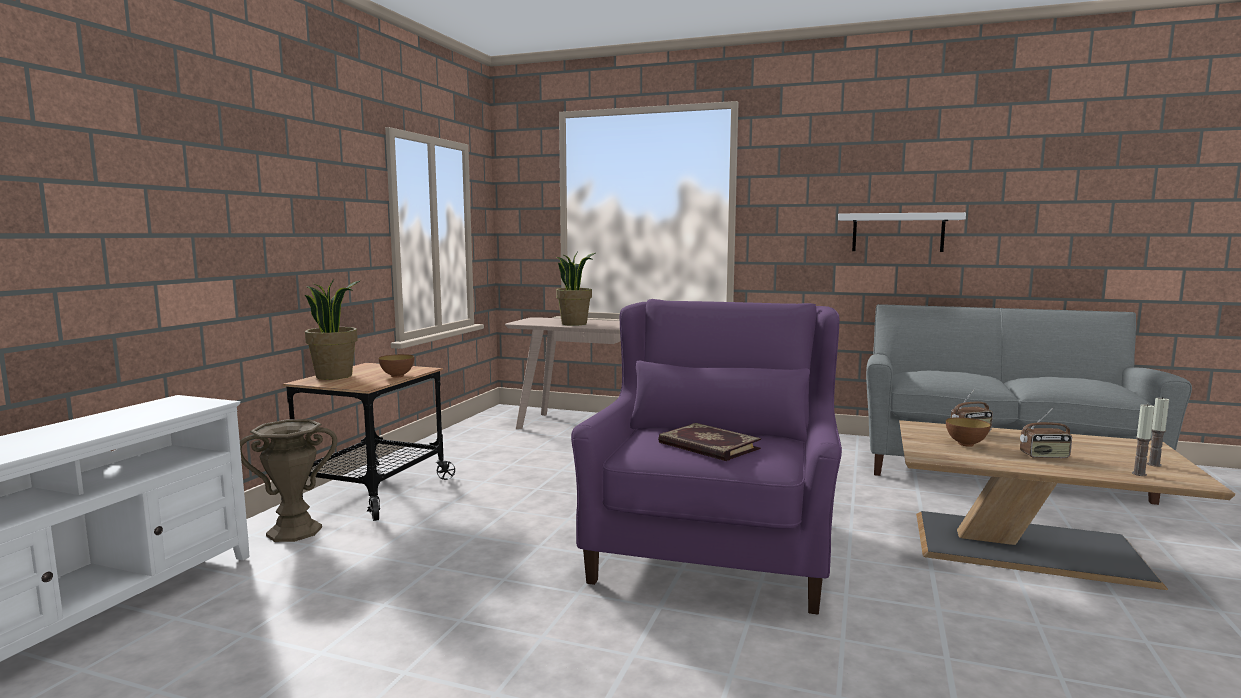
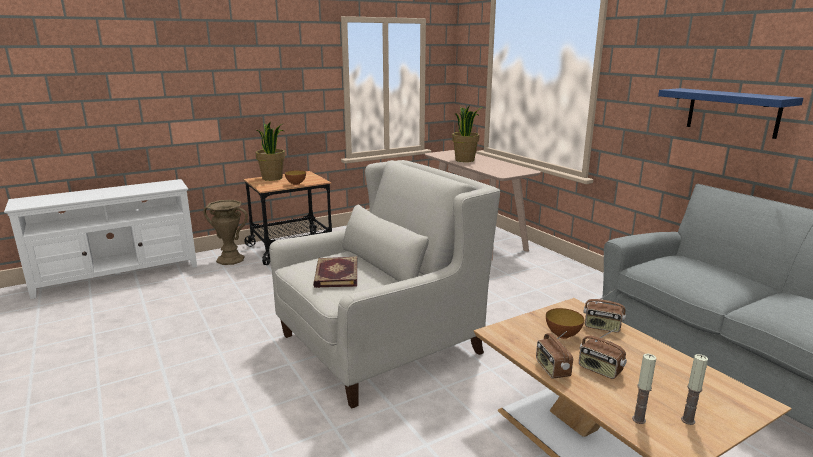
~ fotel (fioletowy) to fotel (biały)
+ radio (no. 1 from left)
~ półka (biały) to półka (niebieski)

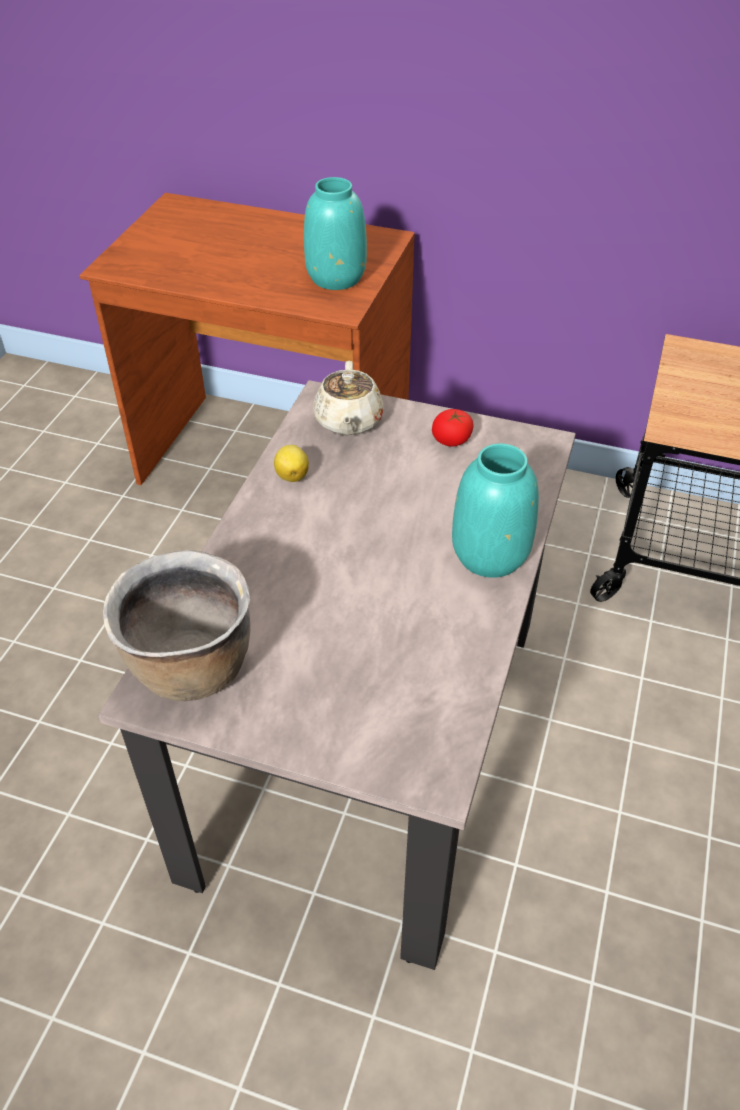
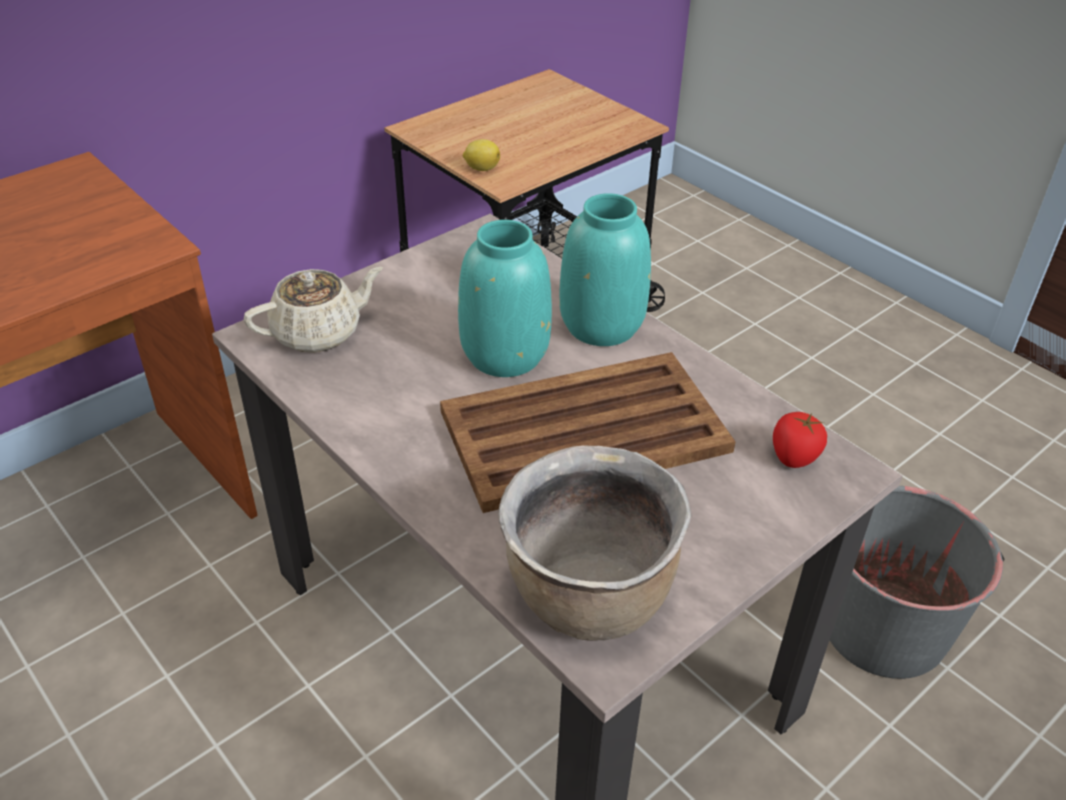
~ imbryk (beżowy) 60 degrees counterclockwise
+ taca (brązowy)
~ wazon (turkusowy) (no. 1 from left)
~ cytryna
~ pomidor
+ wiadro (szary)

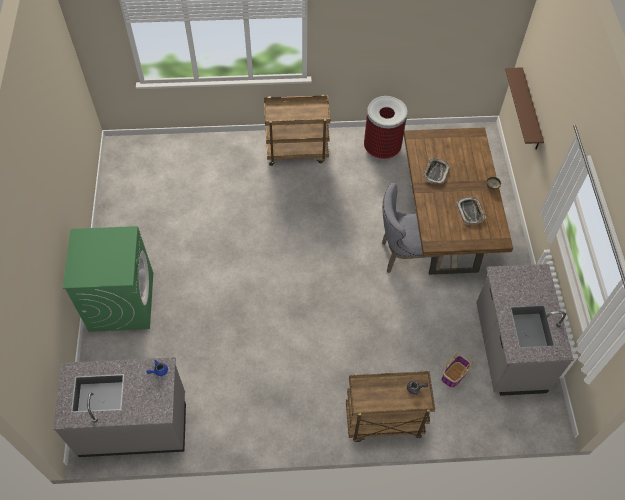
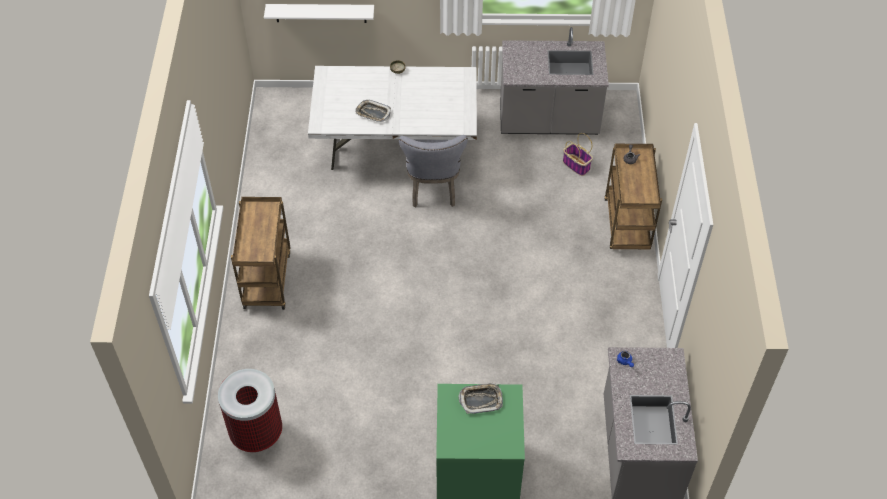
~ kosz na śmieci
~ półka (brązowy) to półka (biały)
~ stół jadalny (brązowy) to stół jadalny (biały)
~ taca (no. 2 from left)

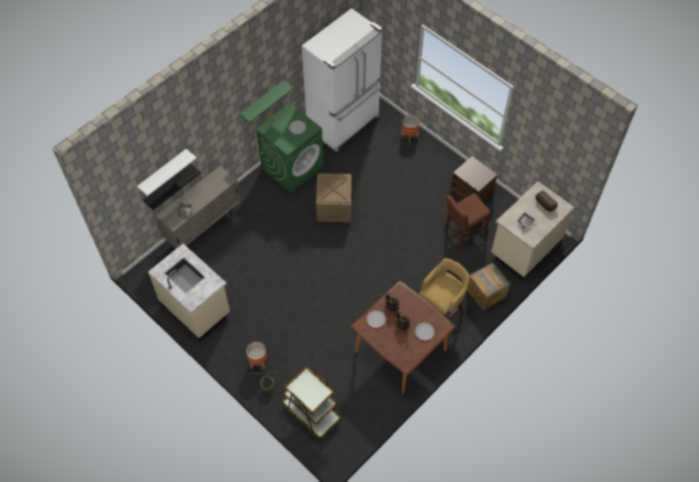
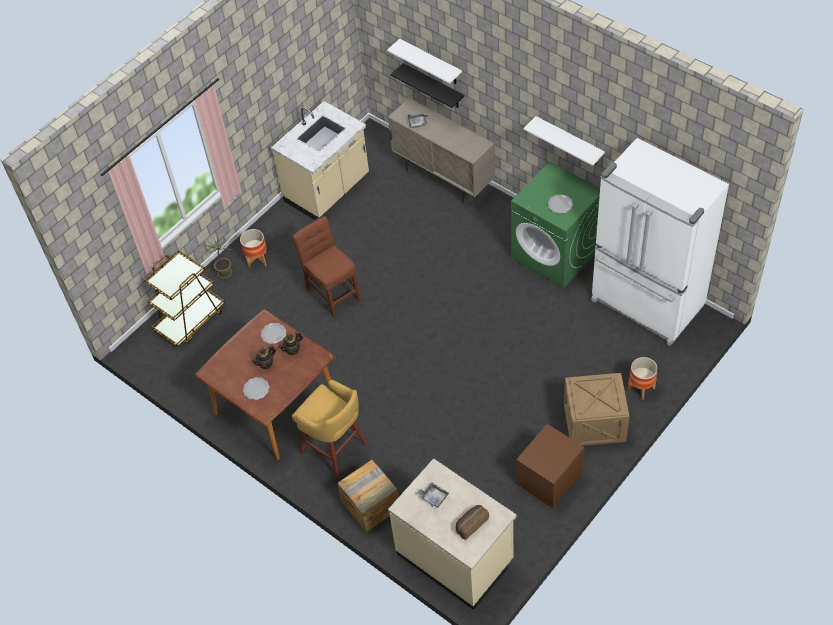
~ krzesło (brązowy)
~ półka (zielony) to półka (biały) (no. 2 from left)
~ skrzynka (no. 1 from left in the first image) to skrzynka (no. 2 from left)

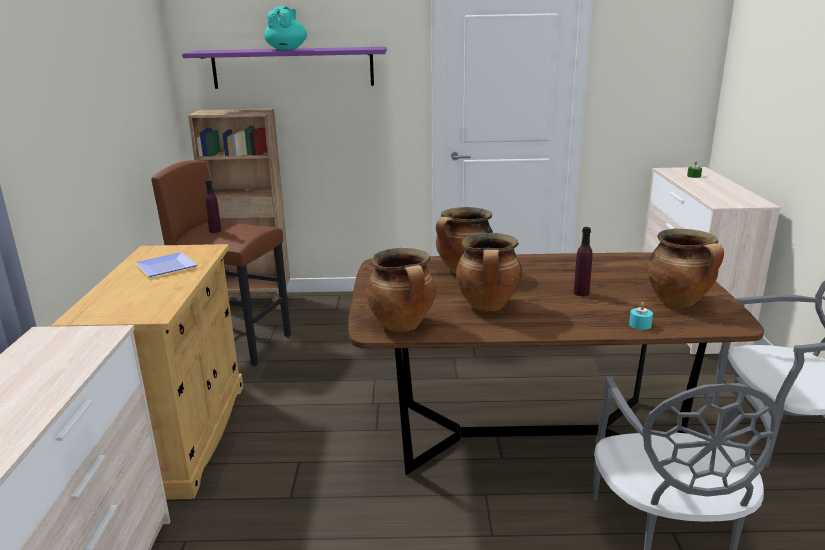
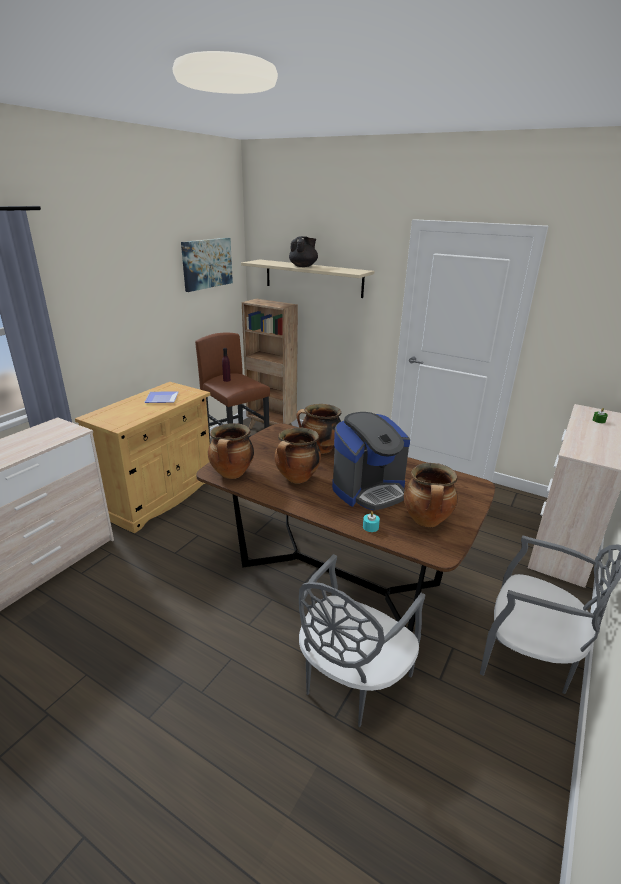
+ obraz
~ półka (fioletowy) to półka (beżowy)
~ imbryk (turkusowy) to imbryk (czarny)
~ butelka (fioletowy) (no. 2 from left) to ekspres do kawy

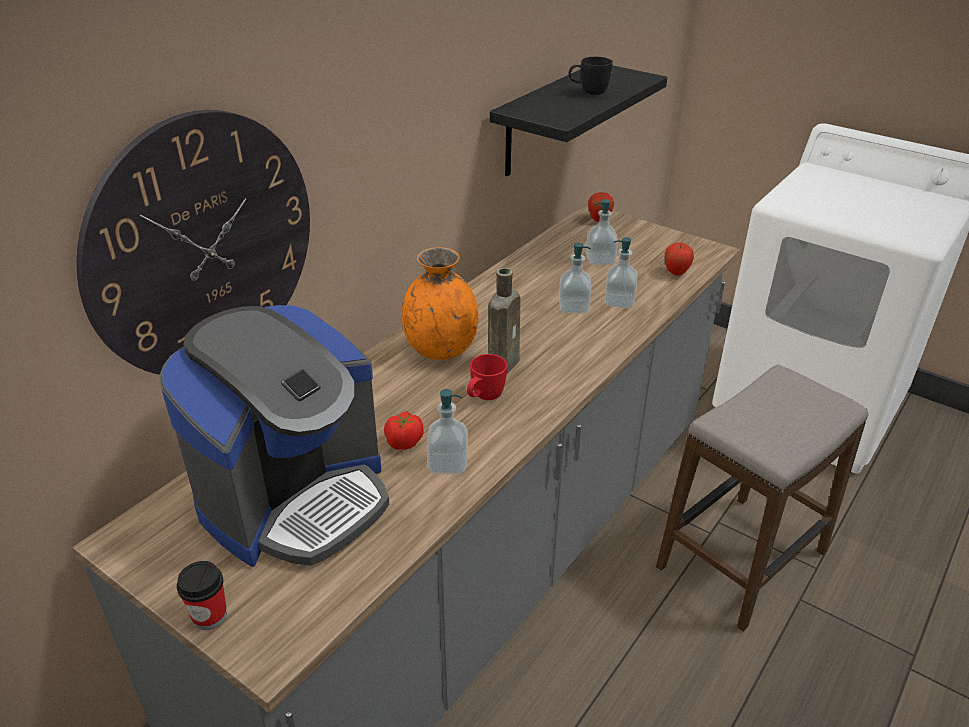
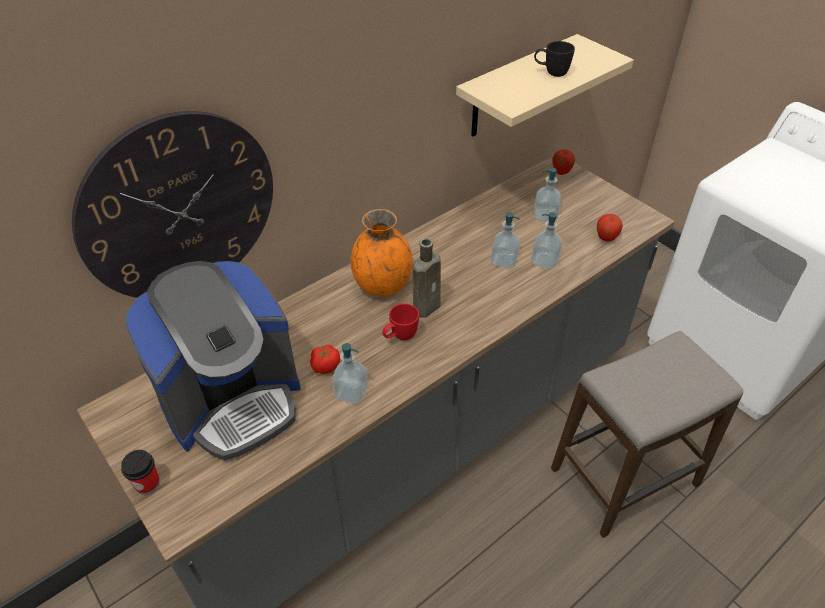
~ półka (czarny) to półka (beżowy)

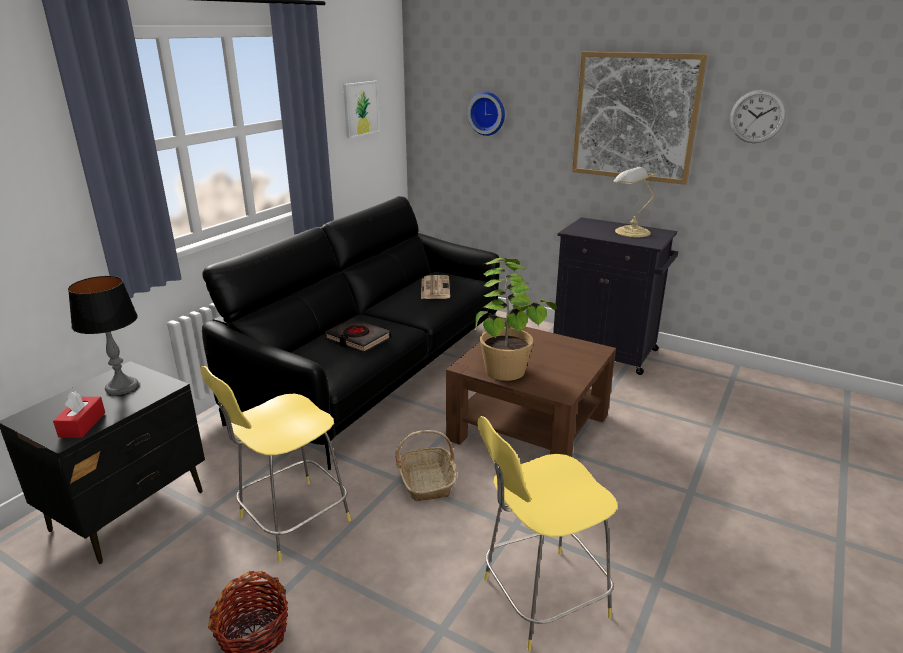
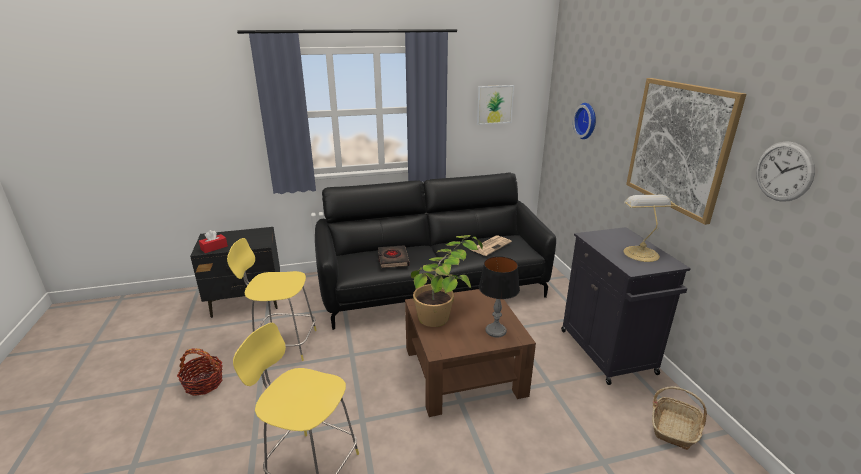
~ lampa stołowa (no. 1 from left)
~ koszyk (no. 2 from left)

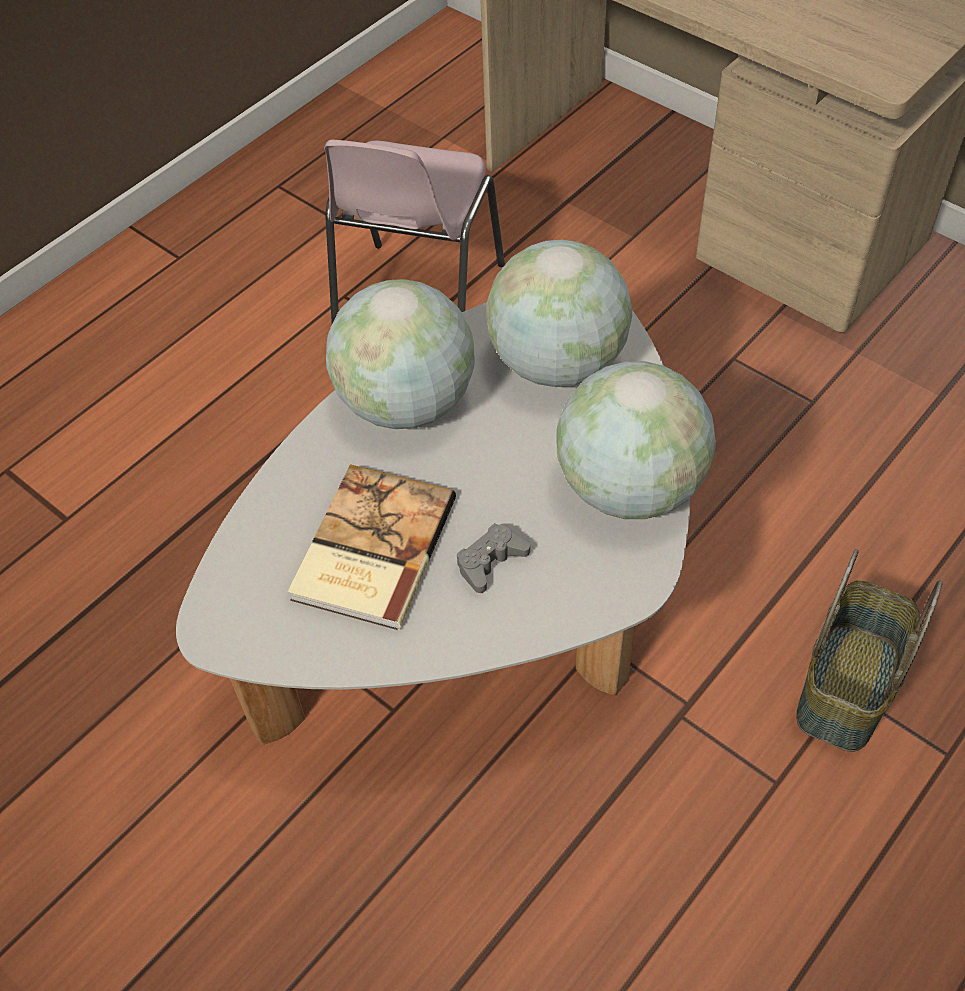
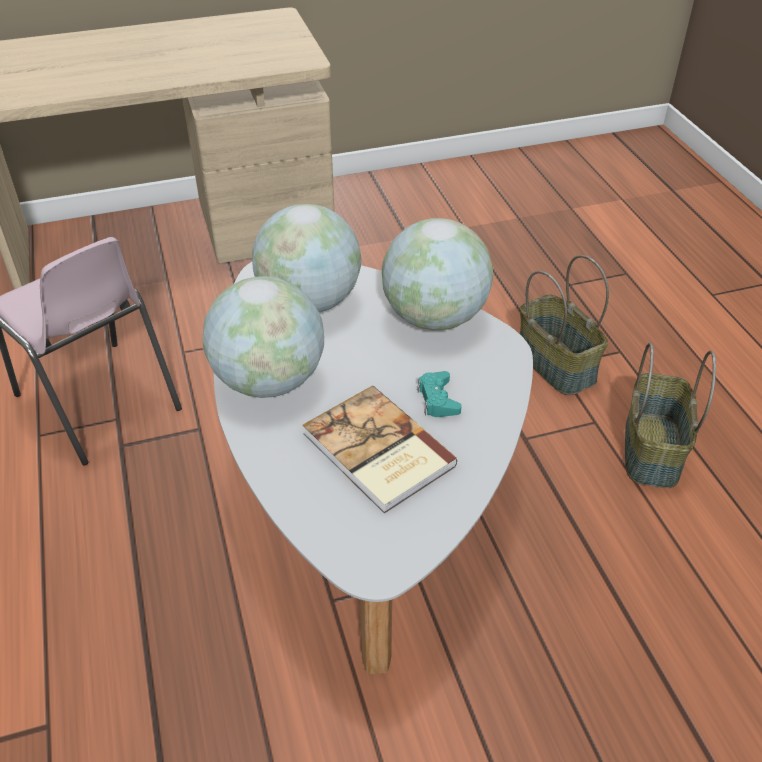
~ pad do gier (szary) to pad do gier (turkusowy)
+ koszyk (no. 2 from left)

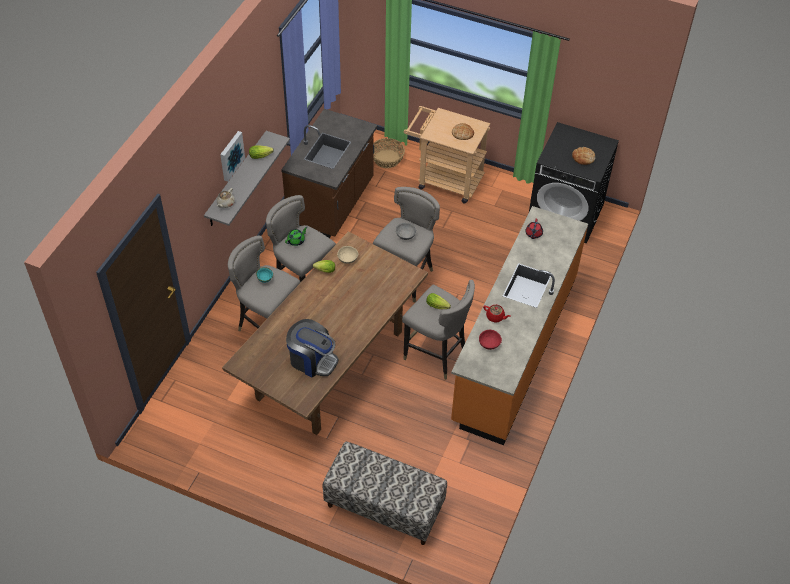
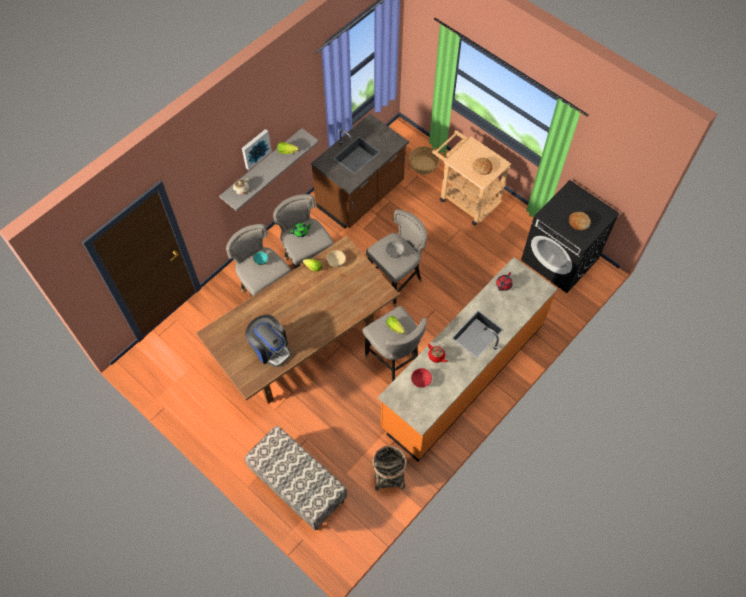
+ koszyk (no. 1 from left)

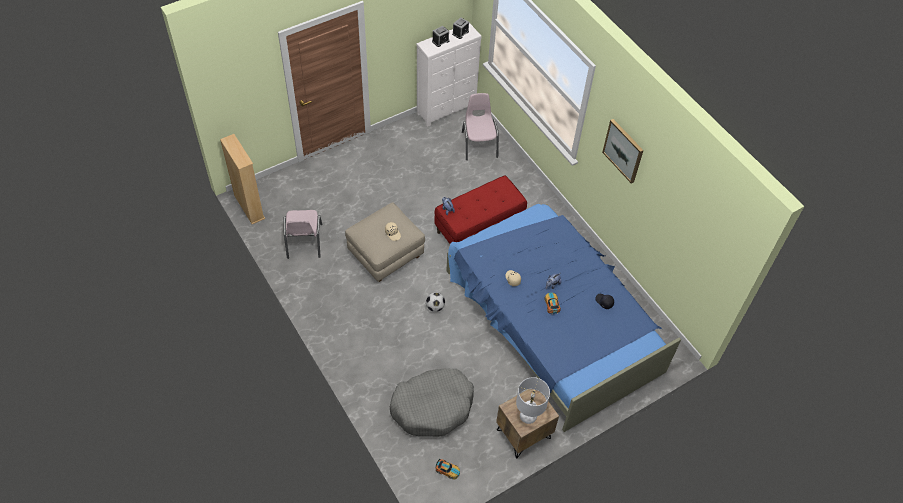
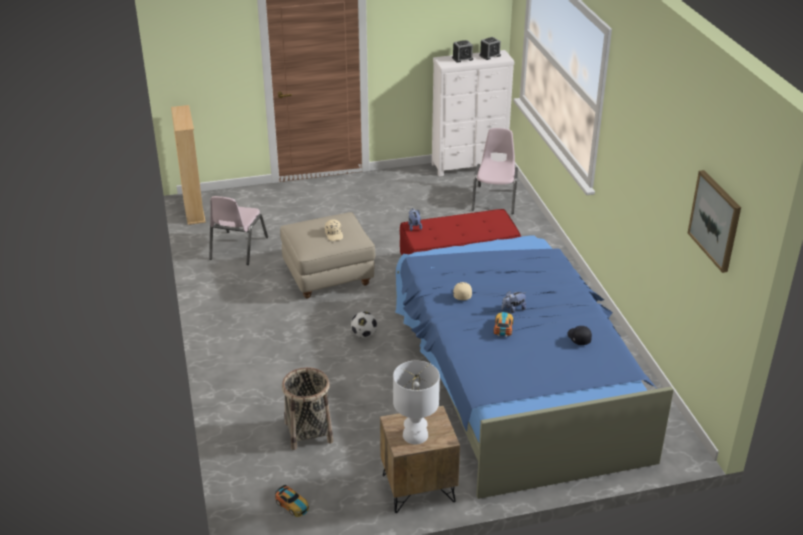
~ legowisko (szary) to koszyk
~ obraz

